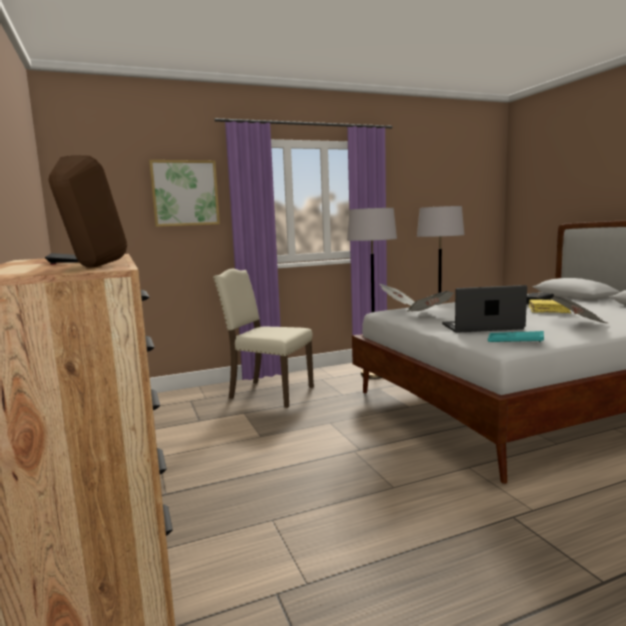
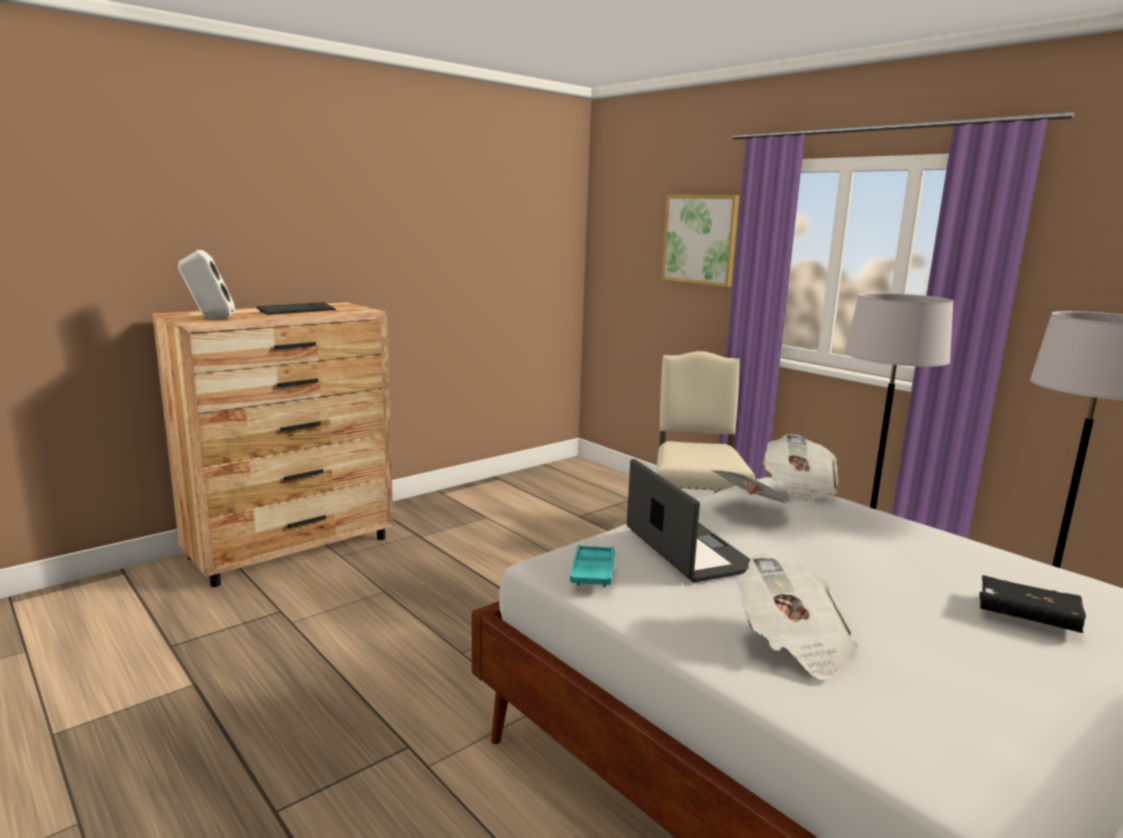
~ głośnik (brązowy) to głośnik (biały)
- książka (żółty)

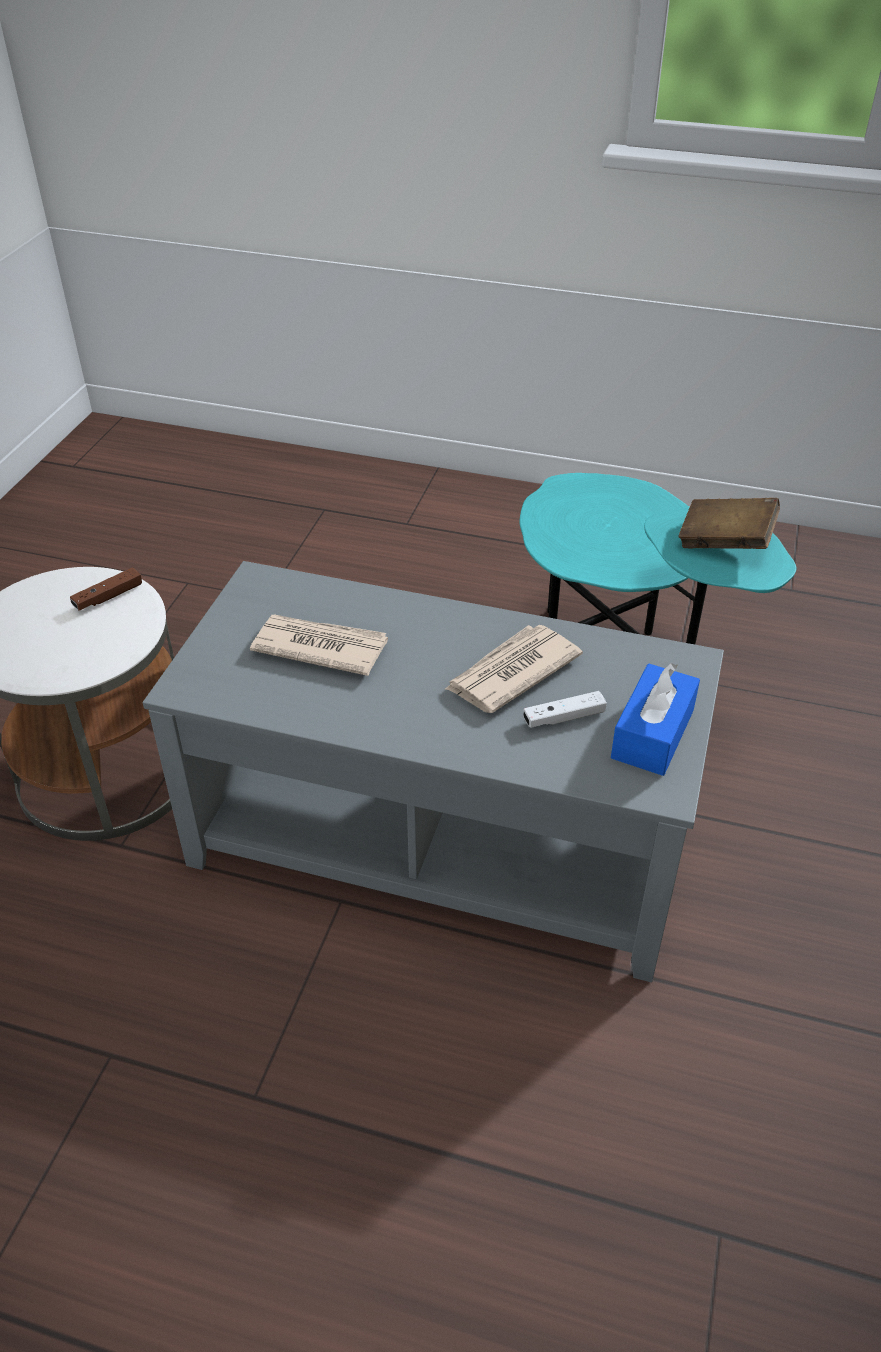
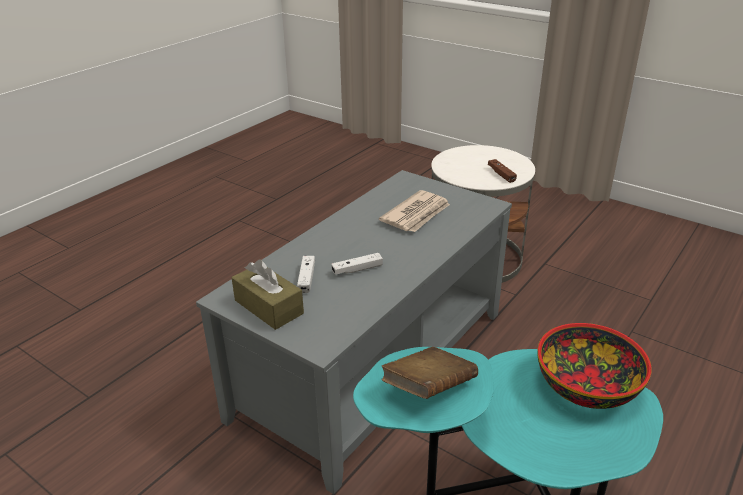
~ pudełko chusteczek (niebieski) to pudełko chusteczek (brązowy)
~ gazeta (no. 2 from left) to pad do gier (biały) (no. 2 from left)
+ miska

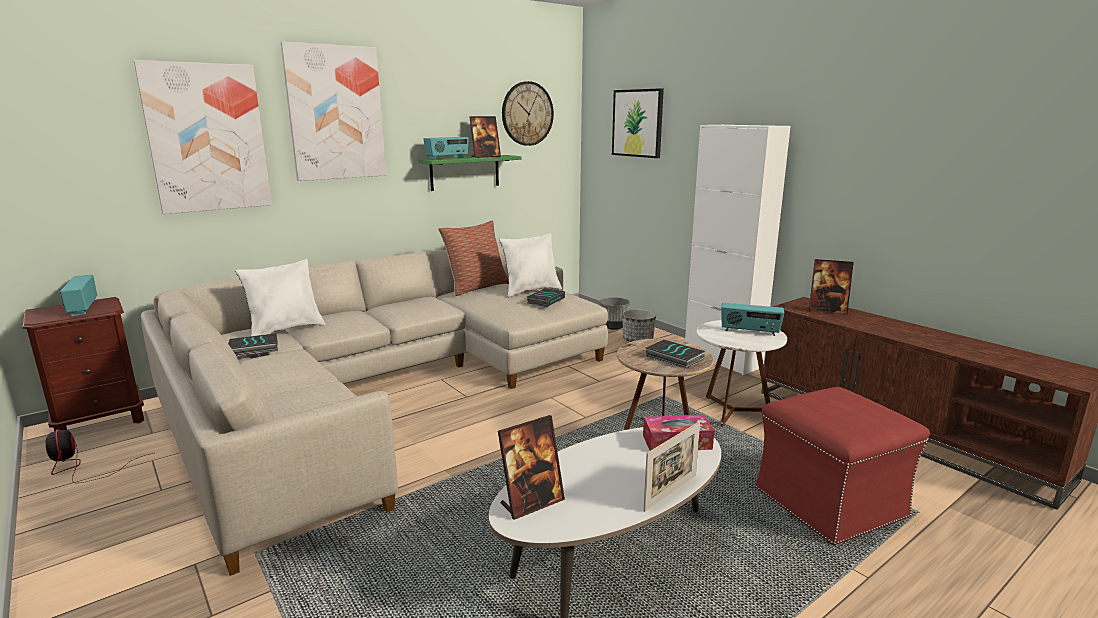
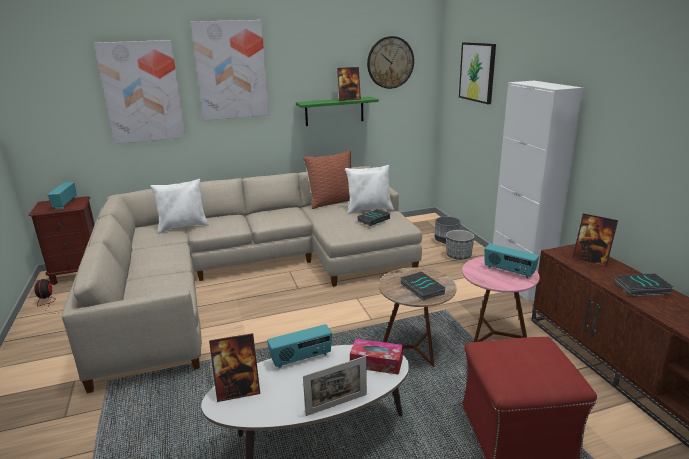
~ radio (no. 2 from left)
~ stolik (biały) to stolik (różowy)
~ książka (no. 1 from left in the first image) to książka (no. 3 from left)

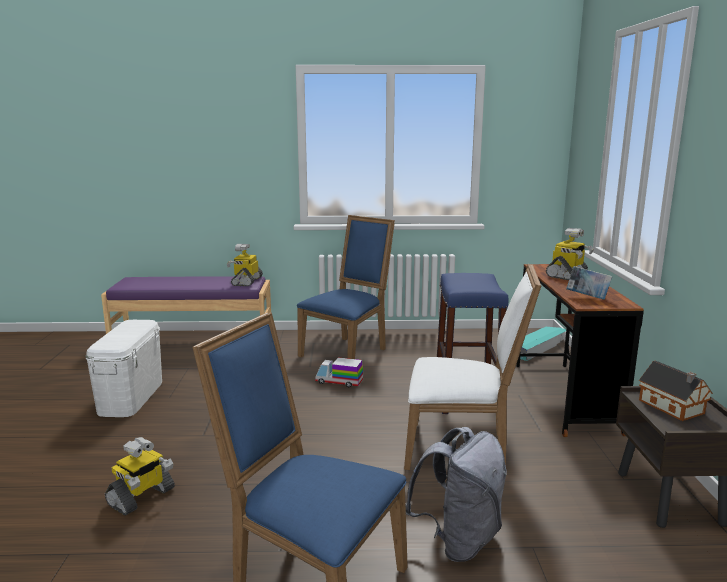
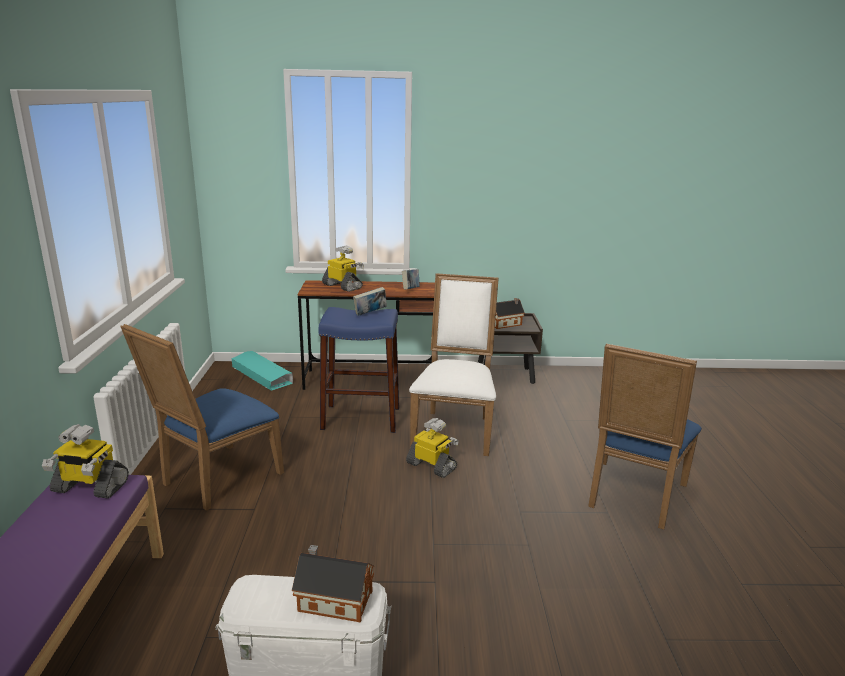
~ krzesło (niebieski) (no. 2 from left in the first image) 90 degrees counterclockwise
+ domek (no. 1 from left)
+ książka (no. 1 from left)
~ robot zabawkowy (no. 1 from left in the first image) to robot zabawkowy (no. 3 from left)
- ciężarówka zabawkowa
- plecak (szary)

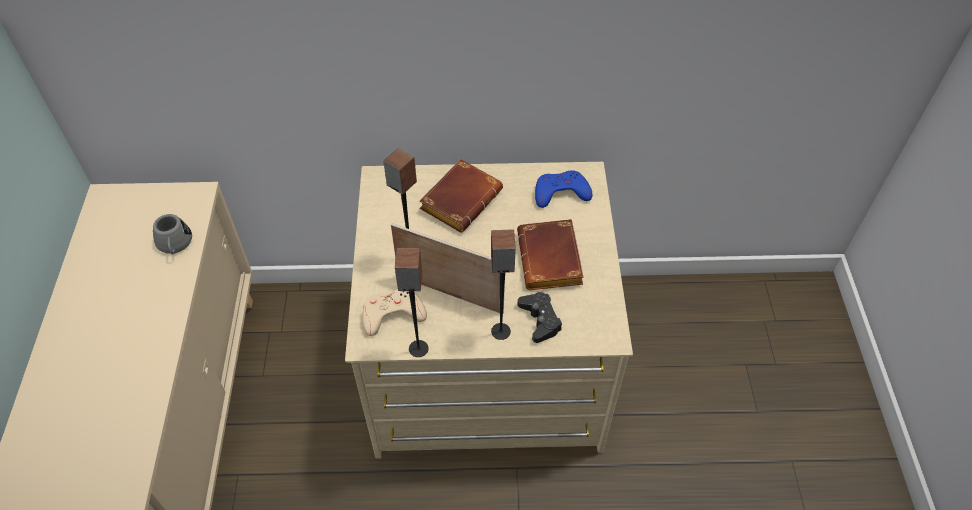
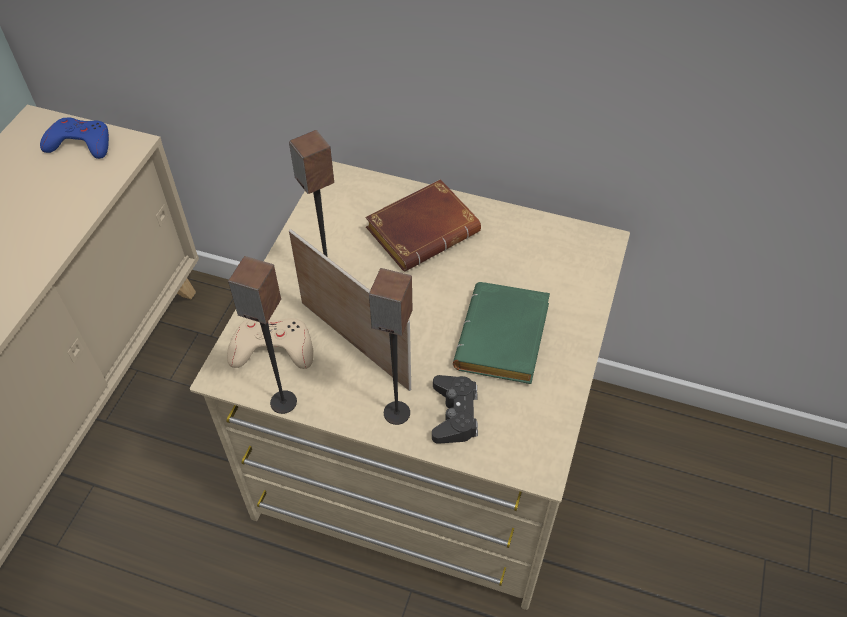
~ pad do gier (niebieski)
~ książka (brązowy) (no. 2 from left) to książka (zielony)
- kubek (szary)

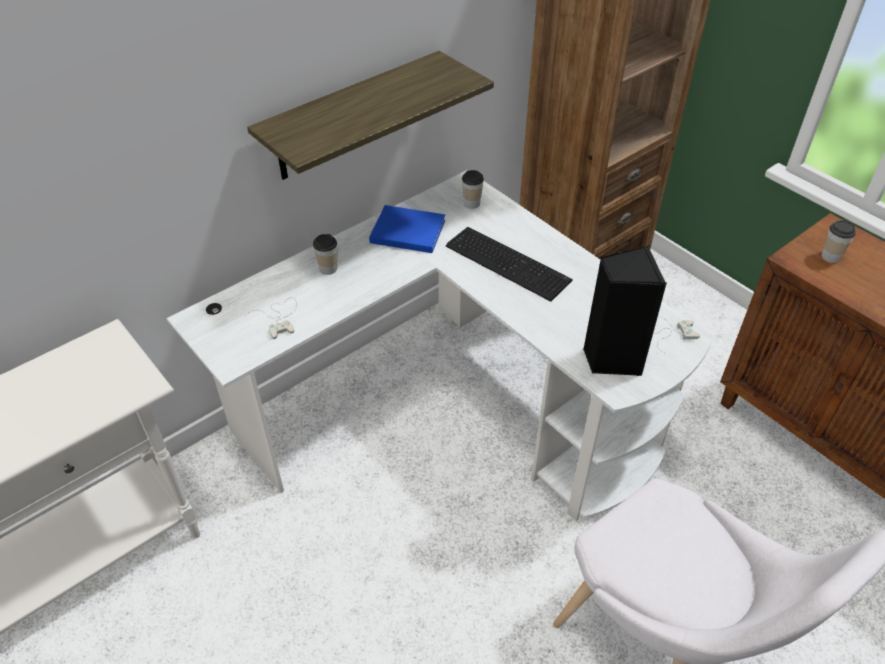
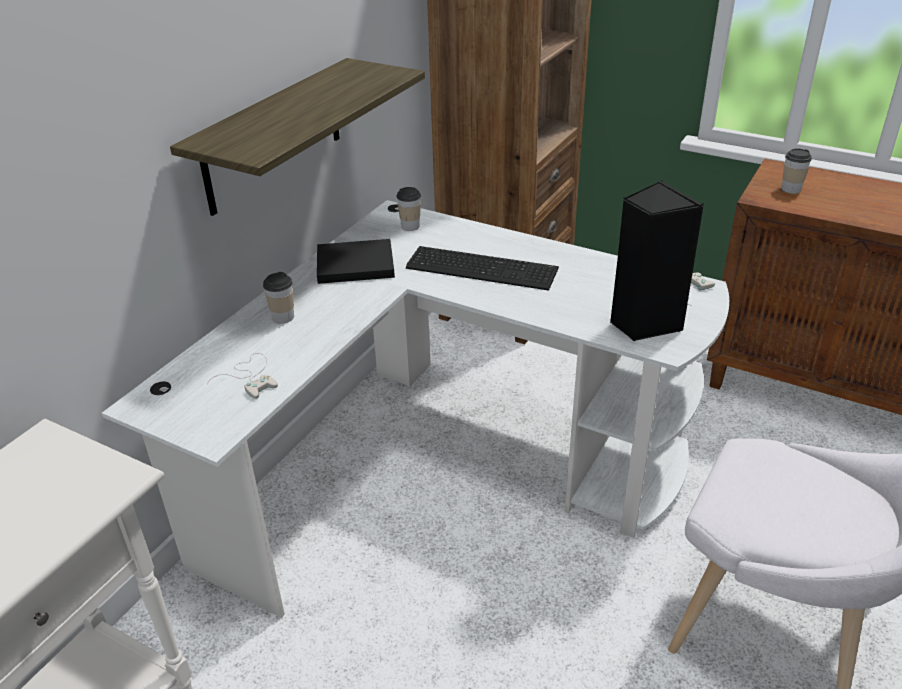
~ książka (niebieski) to książka (czarny)

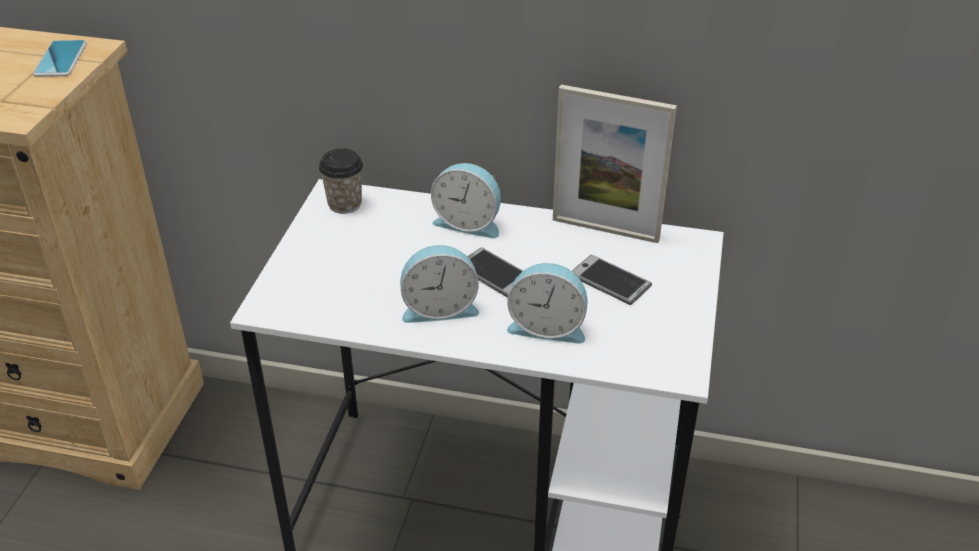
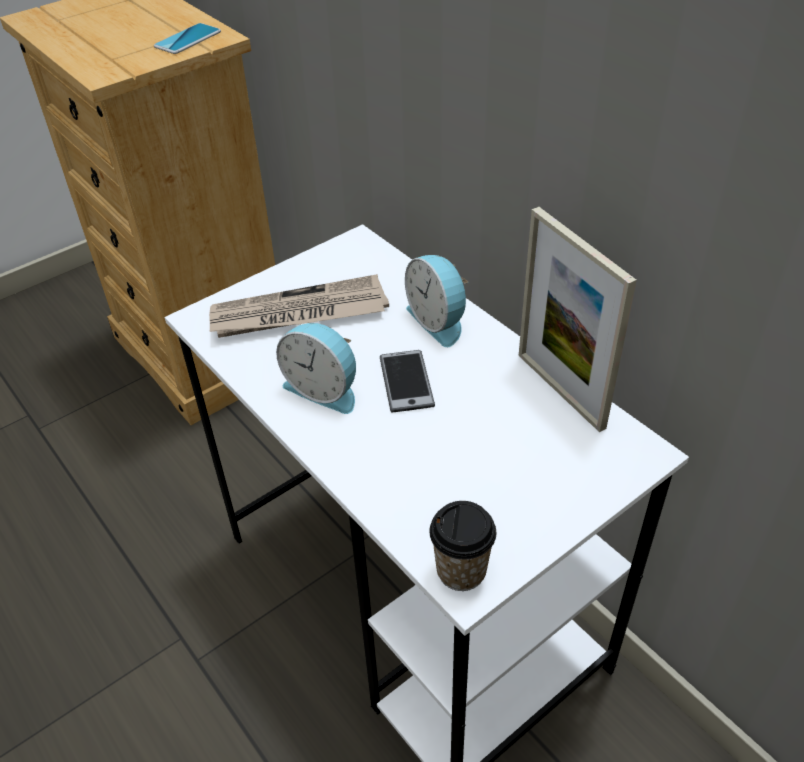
+ gazeta
~ filiżanka
- budzik (no. 3 from left)
- telefon (no. 3 from left)

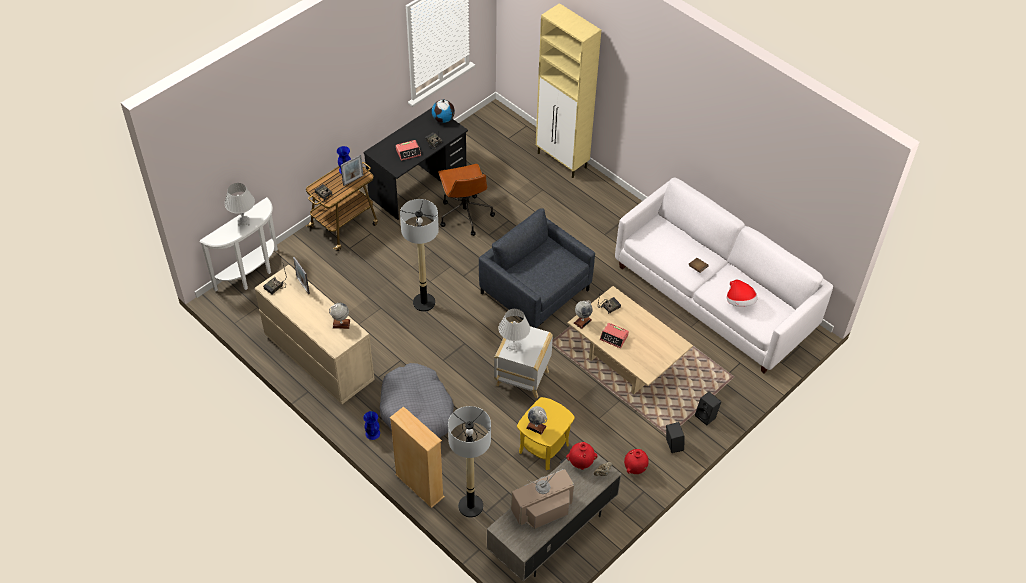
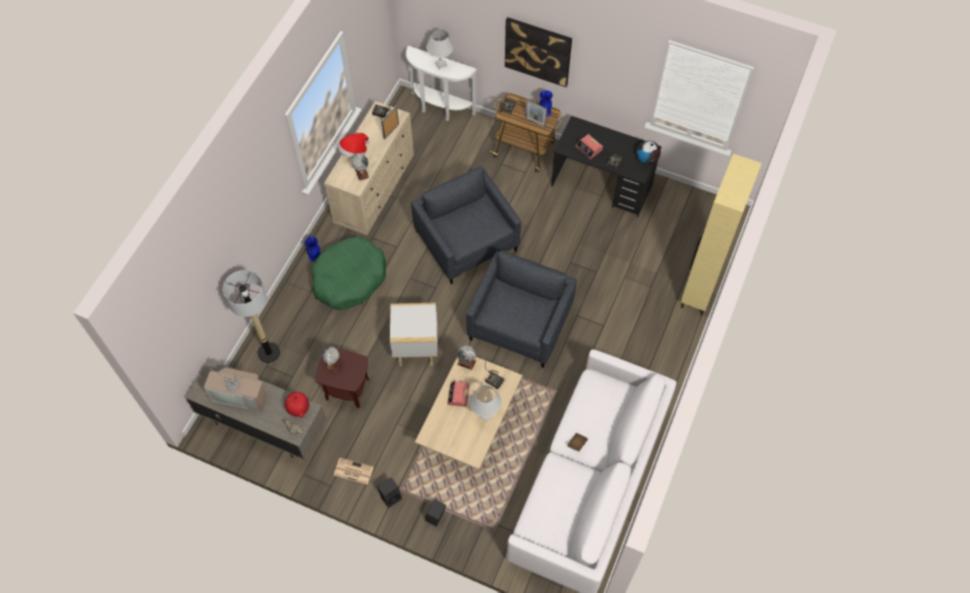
~ telewizor 150 degrees clockwise
~ legowisko (szary) to legowisko (zielony)
~ stolik (żółty) to stolik (brązowy)
~ wazon (czerwony) (no. 2 from left) to gazeta
~ kapelusz
~ lampa stojąca (no. 1 from left) to fotel (szary) (no. 1 from left)
~ lampa stołowa (biały) (no. 2 from left)
+ obraz
- regał (beżowy)
- krzesło biurowe (brązowy)

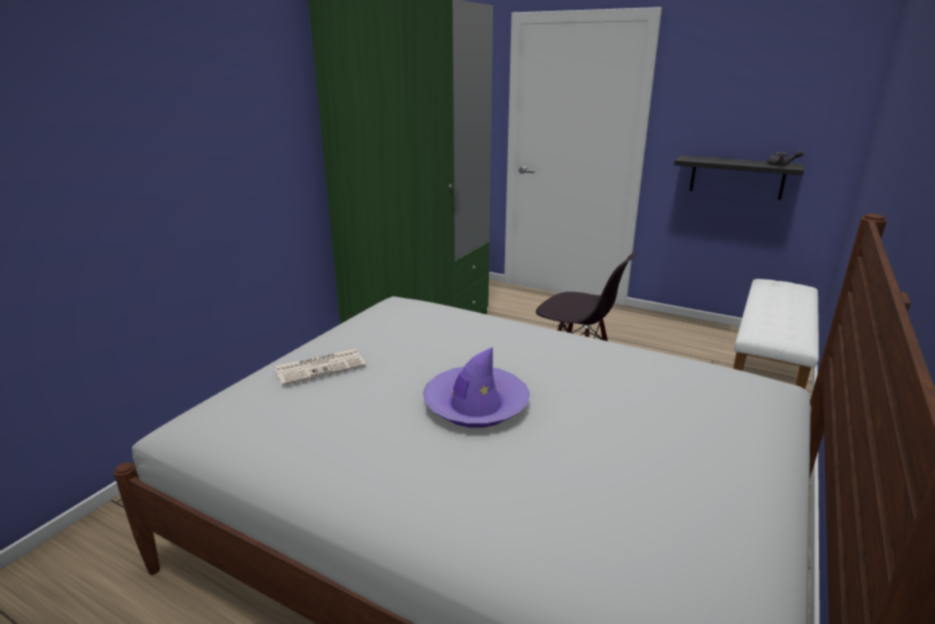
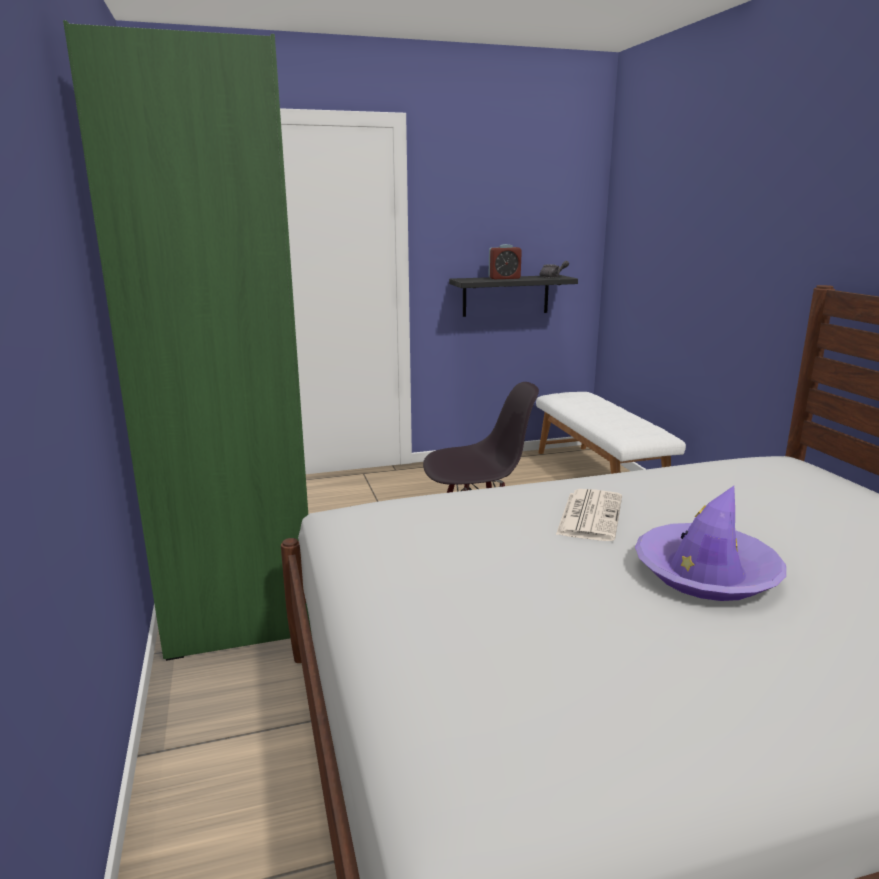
+ budzik
~ gazeta

